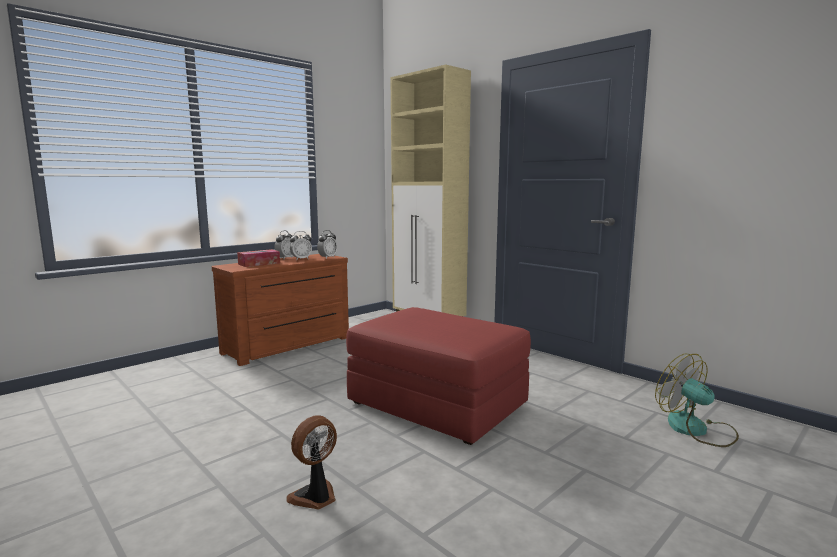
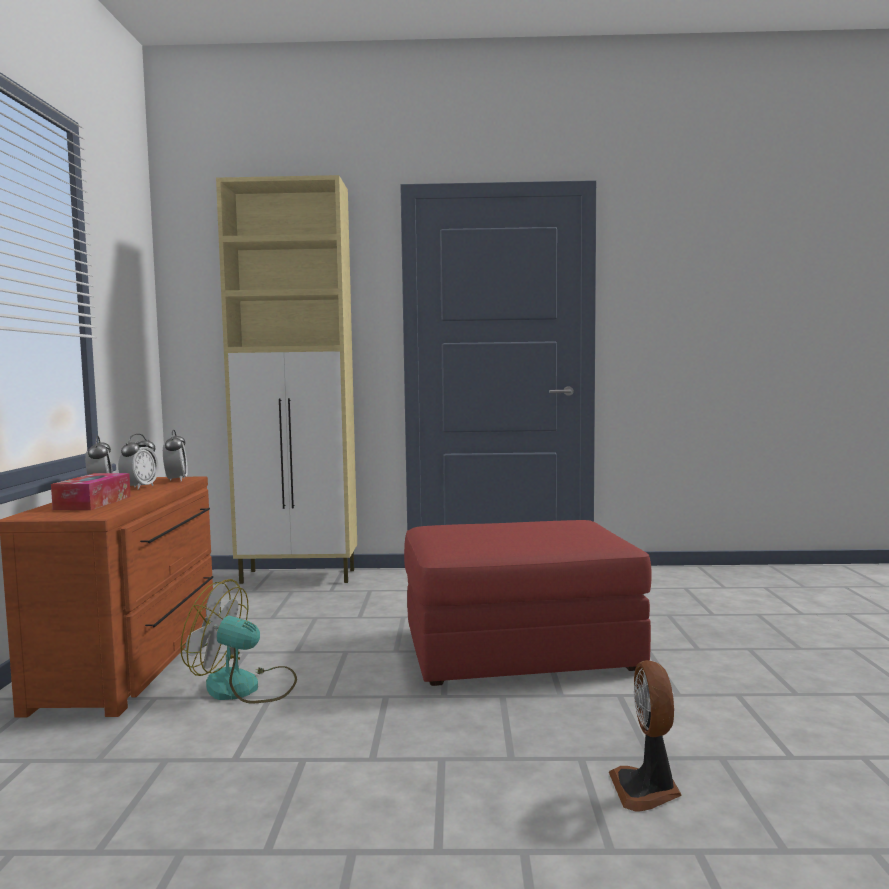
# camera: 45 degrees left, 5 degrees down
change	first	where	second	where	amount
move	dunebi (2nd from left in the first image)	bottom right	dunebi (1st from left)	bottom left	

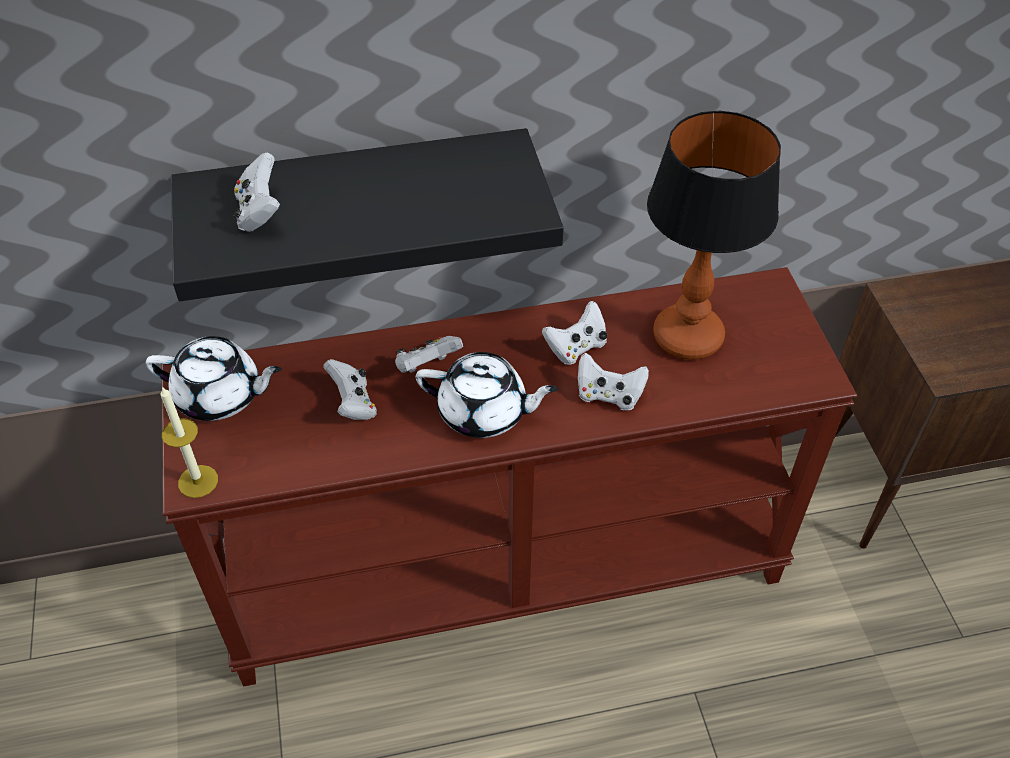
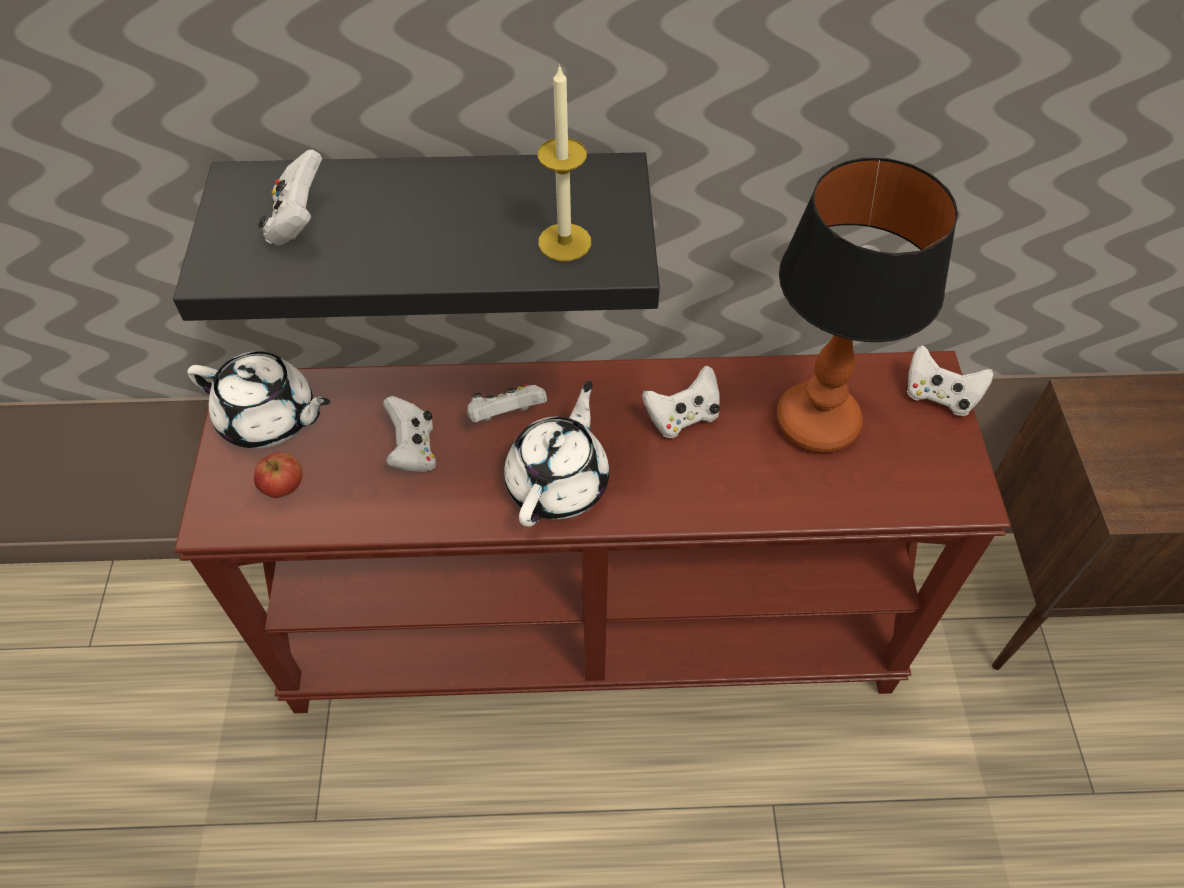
# camera: 10 degrees right, 5 degrees up
change	first	where	second	where	amount
insert			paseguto	middle left	
rotate	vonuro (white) (2nd from left)	centre		centre	90 degrees counterclockwise
move	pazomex	middle left		top centre	
move	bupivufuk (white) (5th from left)	centre		middle right	

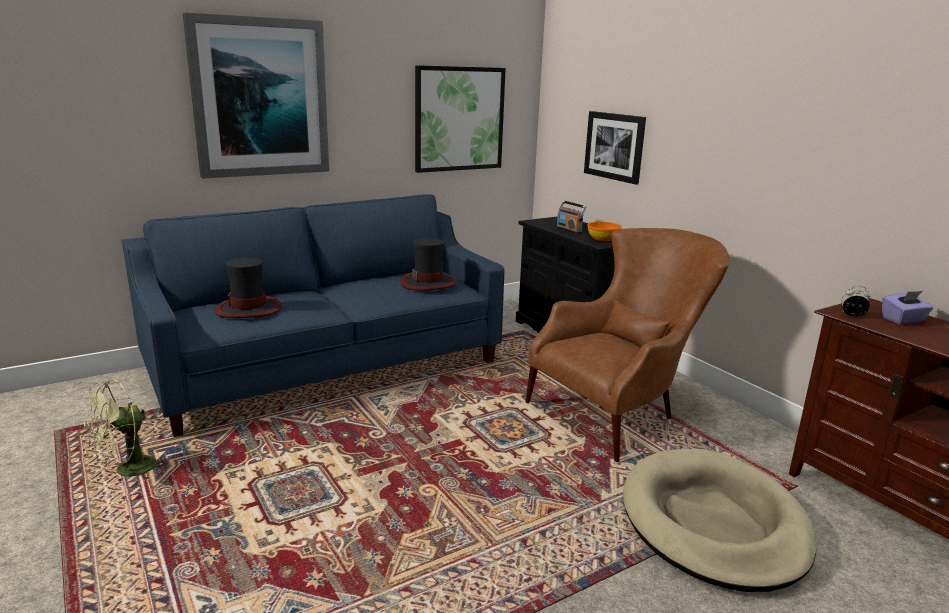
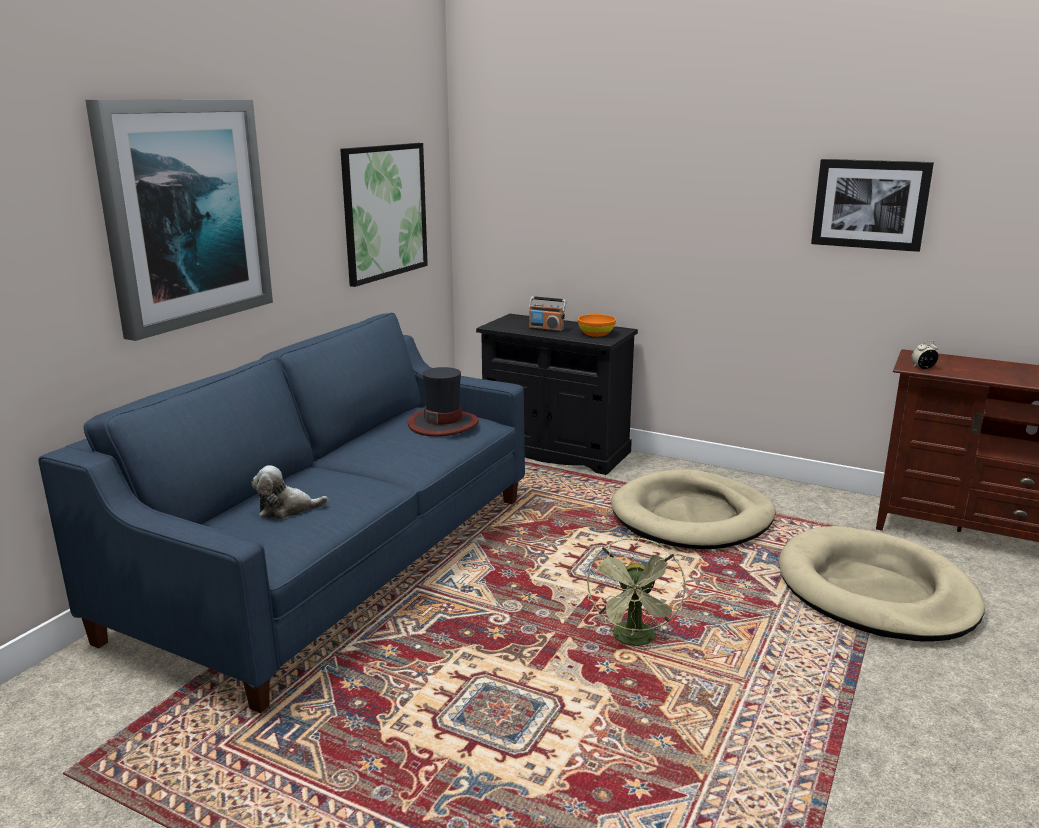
# camera: 30 degrees left, 0 degrees up
change	first	where	second	where	amount
replace	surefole (1st from left)	middle left	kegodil	middle left	
move	dunebi (green)	bottom left		bottom centre	
replace	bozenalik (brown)	centre	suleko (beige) (1st from left)	middle right	
move	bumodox (3rd from left)	top centre		top right	
delete	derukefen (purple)	middle right			

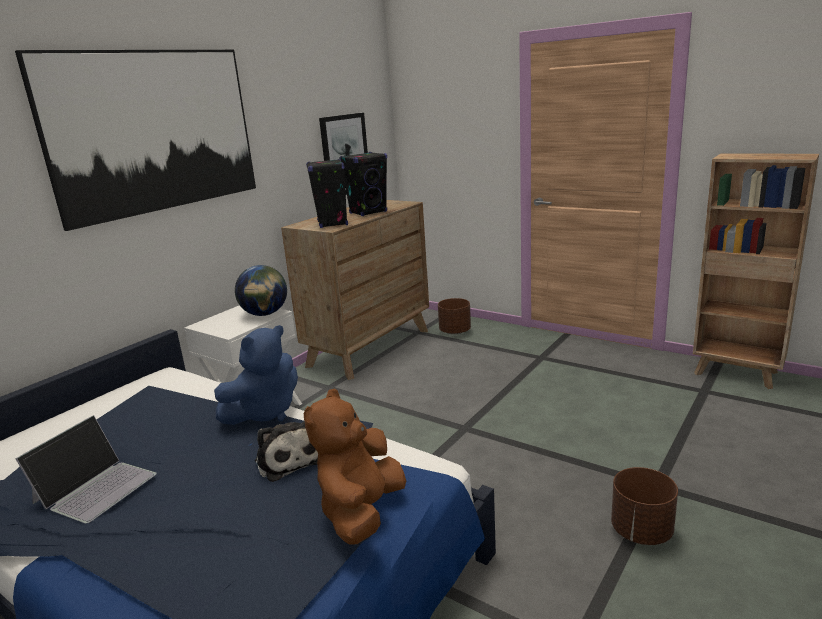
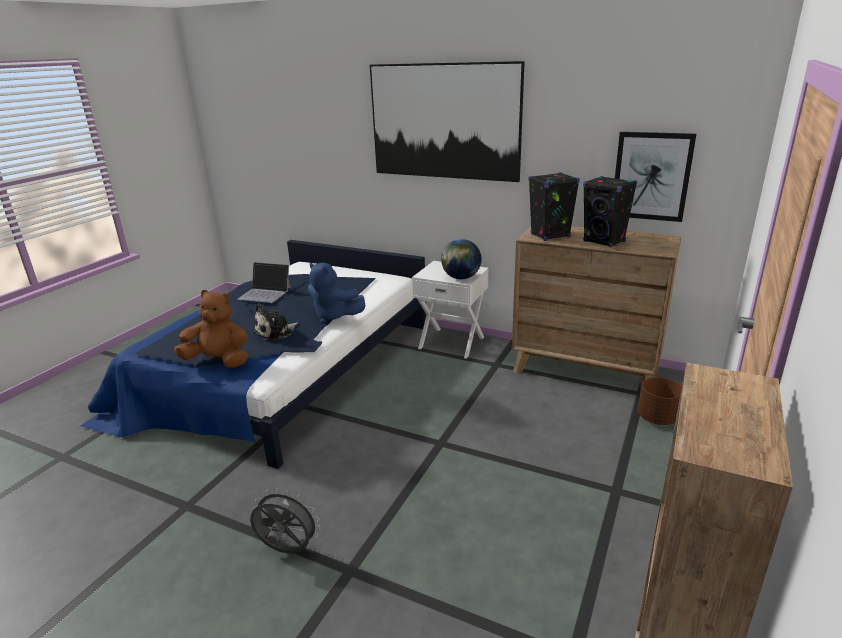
# camera: 80 degrees right, 5 degrees up
change	first	where	second	where	amount
replace	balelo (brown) (2nd from left)	bottom right	dunebi (grey)	bottom centre	

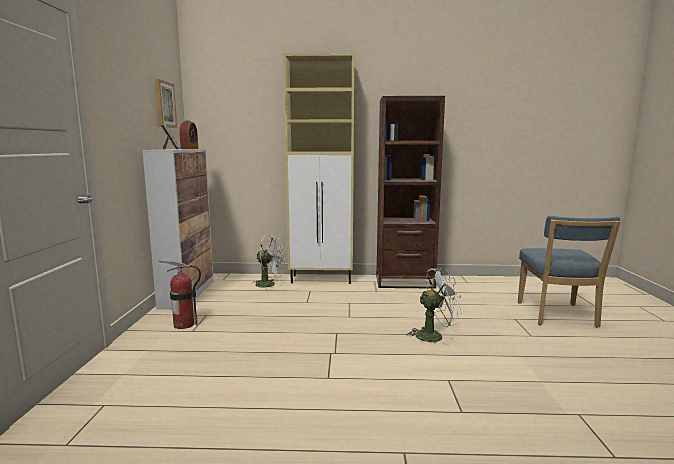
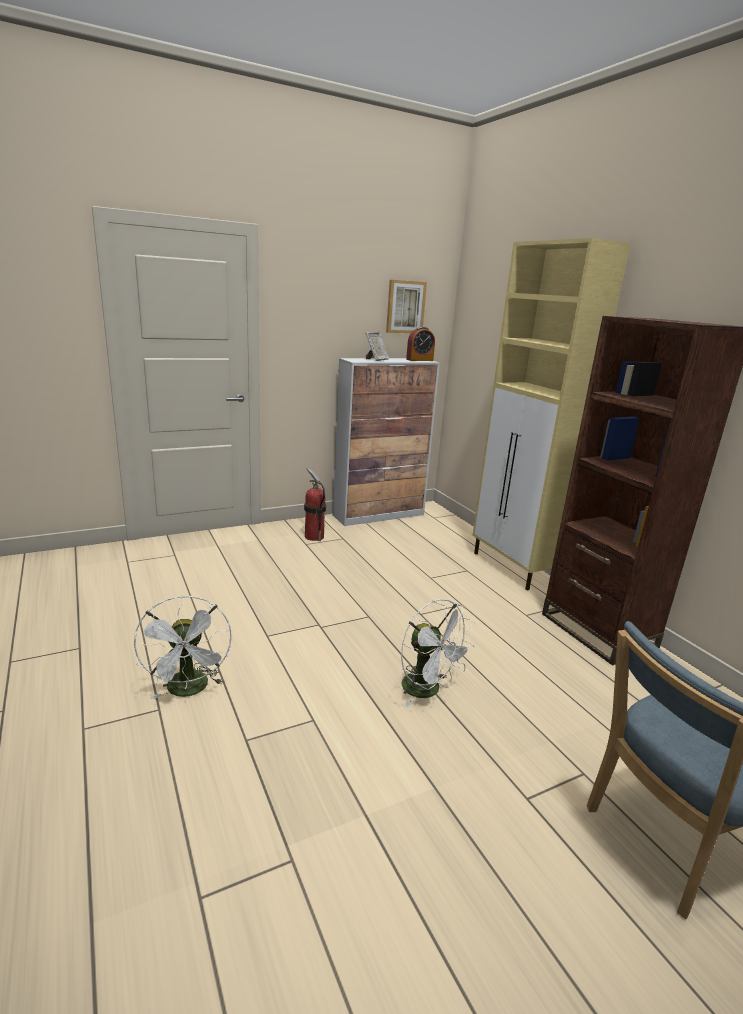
# camera: 60 degrees right, 10 degrees up
change	first	where	second	where	amount
move	dunebi (white) (1st from left)	centre		middle left	

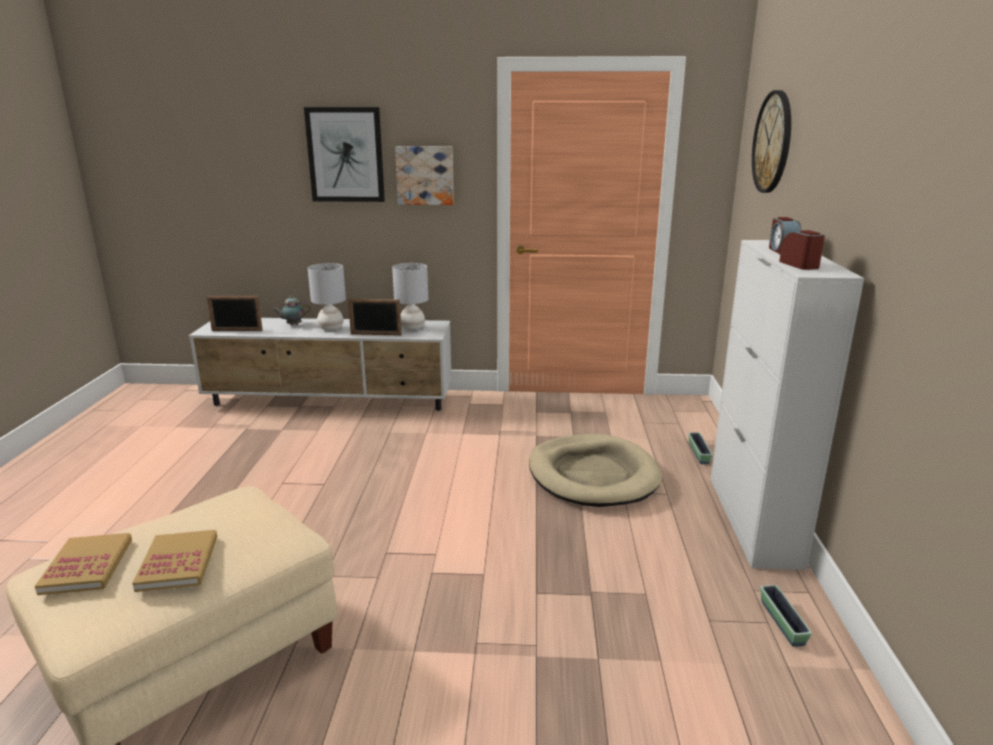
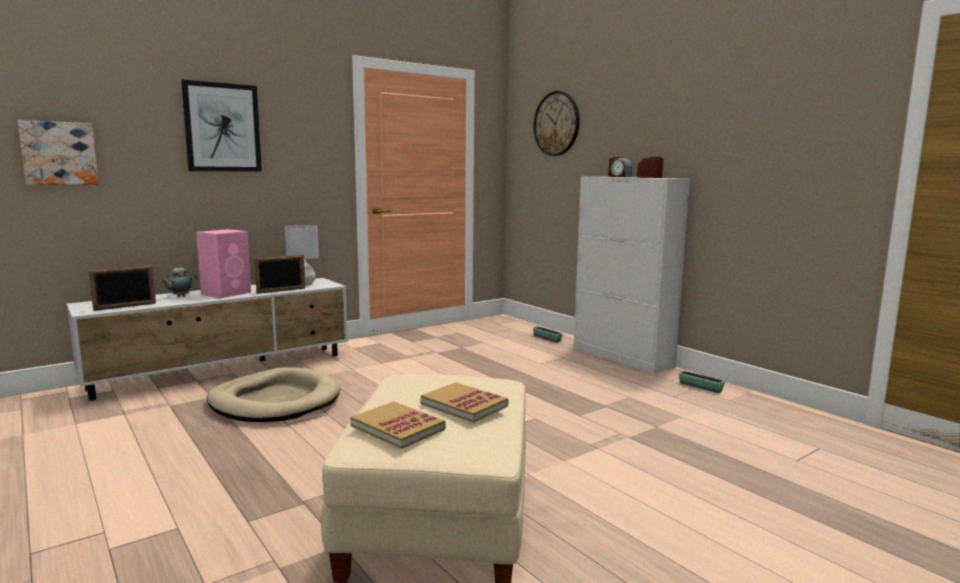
# camera: 40 degrees left, 10 degrees down
change	first	where	second	where	amount
move	bumodox (2nd from left in the first image)	top centre	bumodox (1st from left)	top left	
replace	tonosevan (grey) (1st from left)	middle left	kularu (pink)	middle left	
move	suleko (beige)	centre		bottom left	

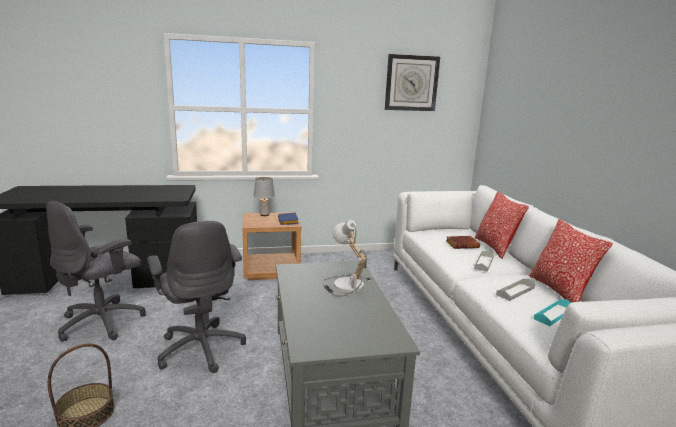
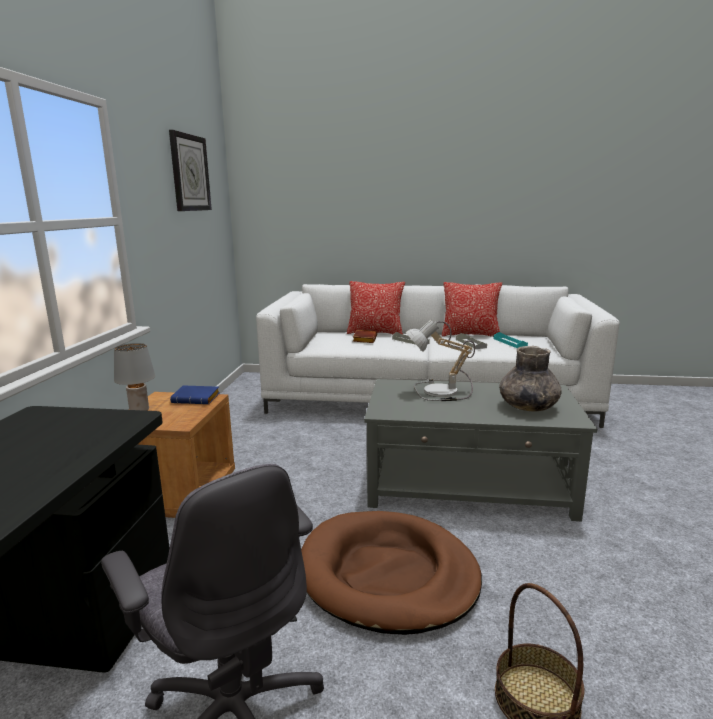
# camera: 70 degrees left, 0 degrees up
change	first	where	second	where	amount
replace	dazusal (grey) (2nd from left)	bottom left	suleko (brown)	bottom centre	
insert			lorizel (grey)	middle right	

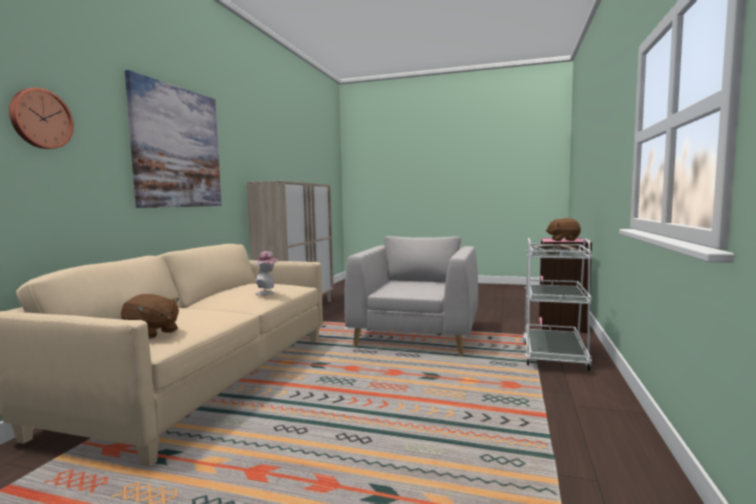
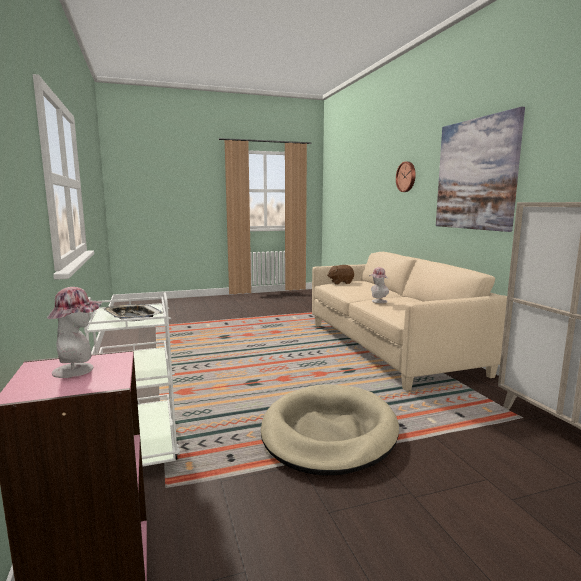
# camera: 145 degrees right, 5 degrees up
change	first	where	second	where	amount
replace	kegodil (brown) (2nd from left)	middle right	surefole (1st from left)	middle left	
replace	bozenalik (grey)	centre	suleko (beige)	bottom centre	

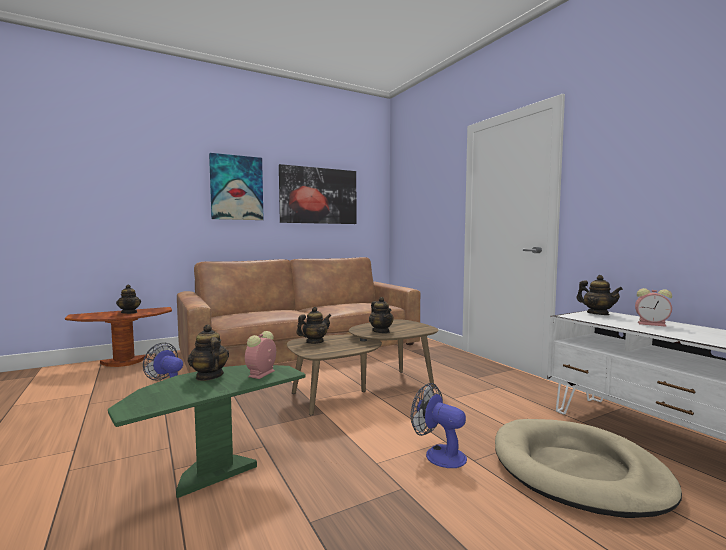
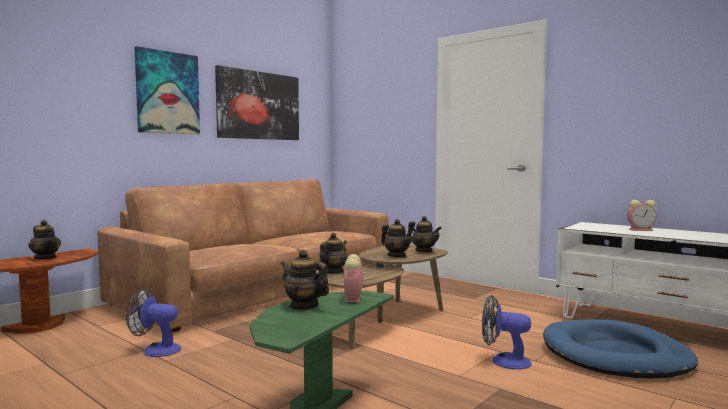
# camera: 20 degrees left, 0 degrees up
change	first	where	second	where	amount
move	vonuro (5th from left)	middle right		centre	
recolor	suleko (beige)	bottom right	suleko (blue)	bottom right	

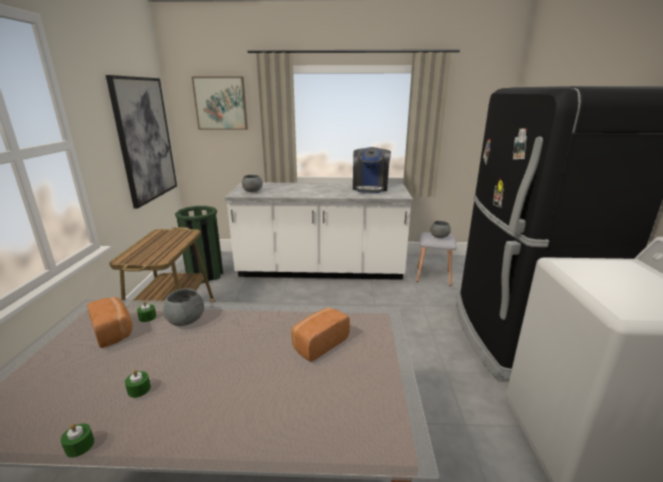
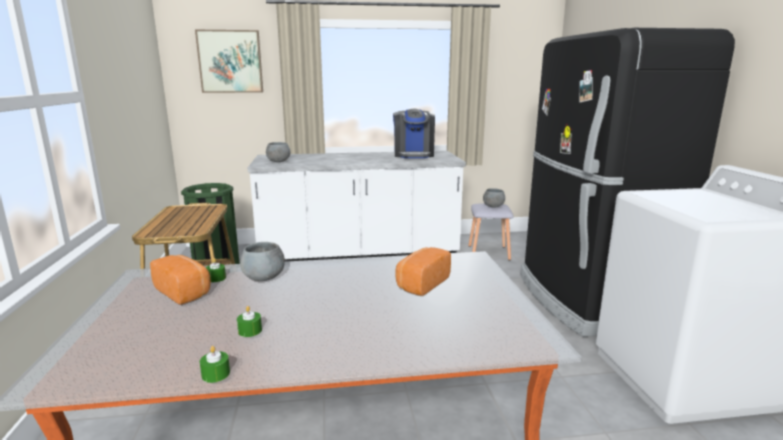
# camera: 10 degrees left, 5 degrees down
change	first	where	second	where	amount
delete	bumodox (1st from left)	top left			

